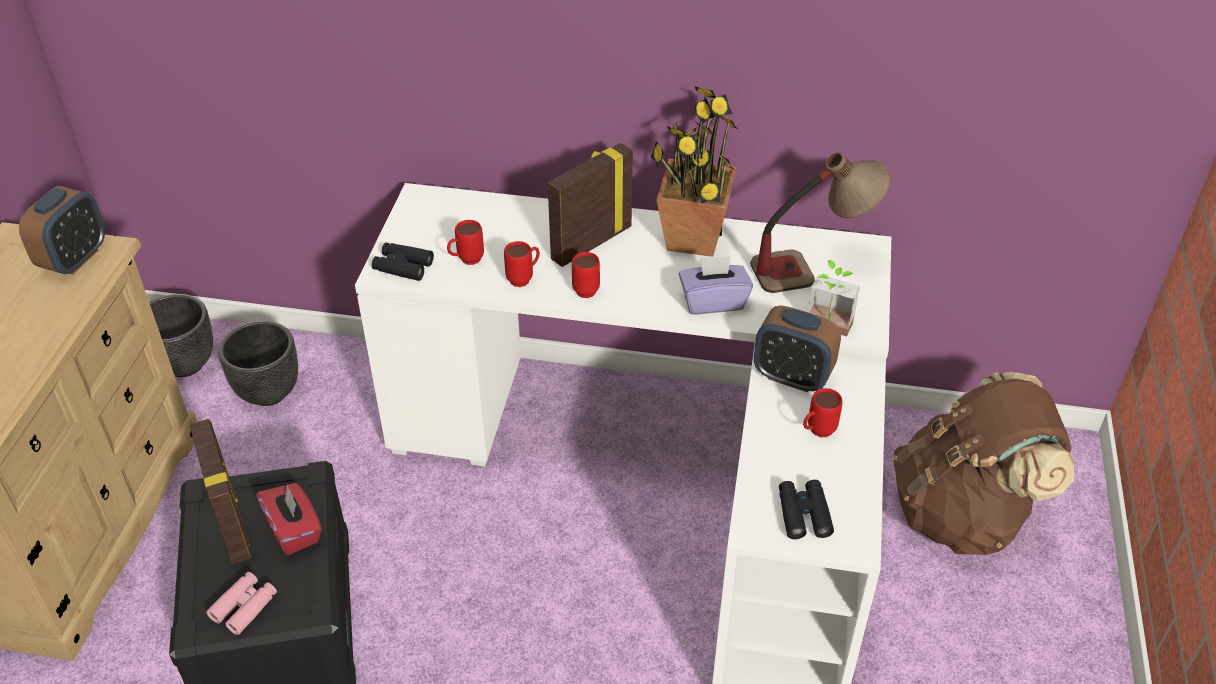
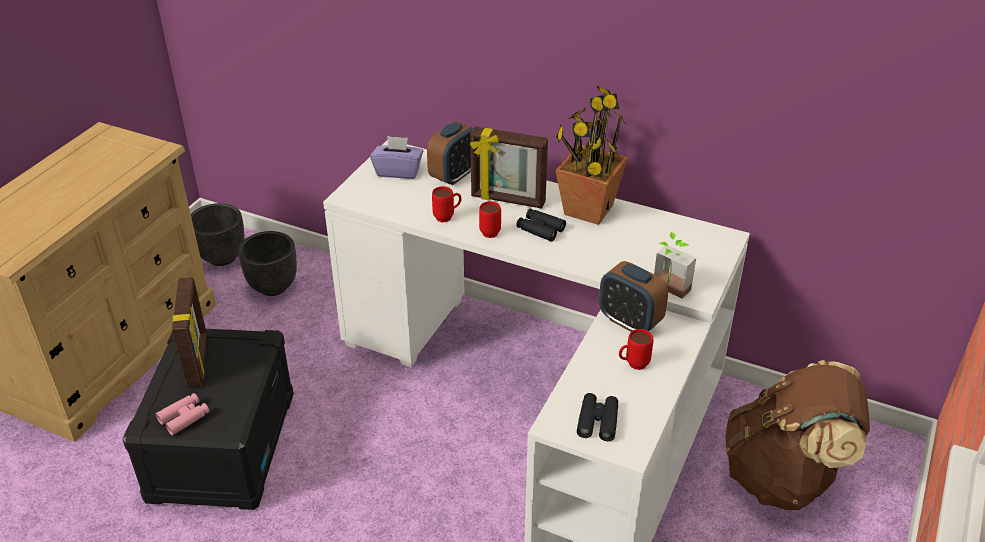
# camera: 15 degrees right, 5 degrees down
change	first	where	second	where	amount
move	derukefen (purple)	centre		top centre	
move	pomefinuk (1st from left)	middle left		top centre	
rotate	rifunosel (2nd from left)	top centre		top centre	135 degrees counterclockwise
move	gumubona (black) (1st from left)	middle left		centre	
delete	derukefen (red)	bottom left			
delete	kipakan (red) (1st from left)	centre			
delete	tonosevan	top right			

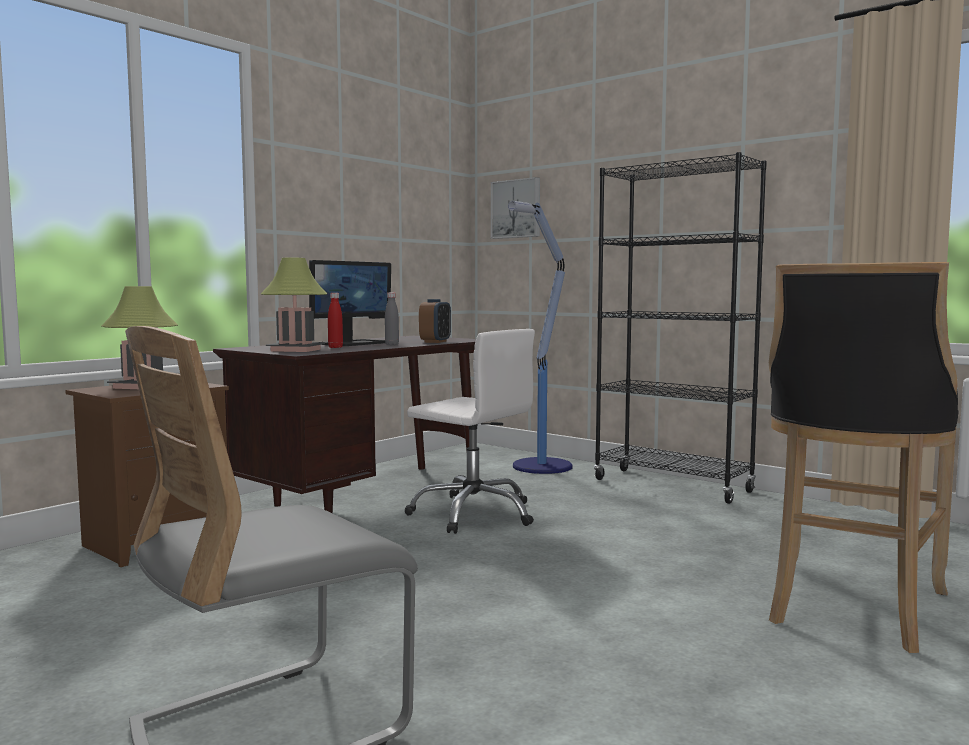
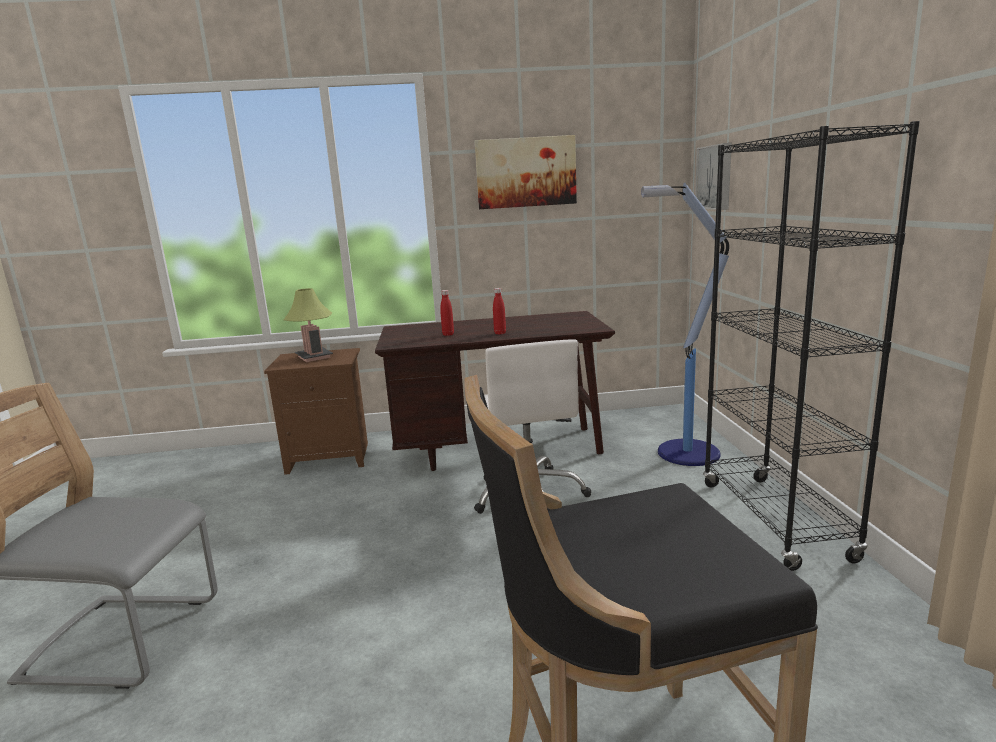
# camera: 45 degrees right, 10 degrees up
change	first	where	second	where	amount
insert			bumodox (1st from left)	top centre	
recolor	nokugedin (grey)	centre	nokugedin (red) (2nd from left)	centre	
delete	tonosevan (2nd from left)	middle left			
delete	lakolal	centre			
delete	pomefinuk	centre			

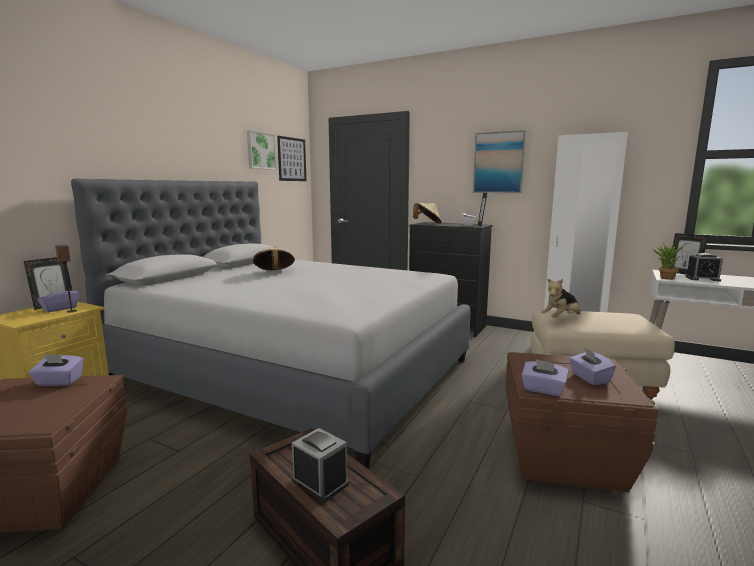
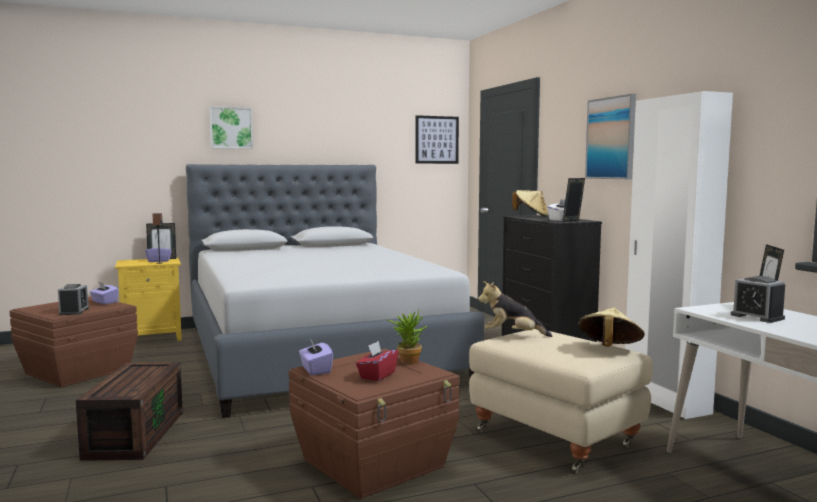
# camera: 40 degrees right, 5 degrees down
change	first	where	second	where	amount
move	pomefinuk (1st from left)	bottom centre		middle left	
move	bumodox (1st from left)	top centre		top left	
recolor	derukefen (purple) (4th from left)	middle right	derukefen (red)	bottom centre	
move	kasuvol	middle right		bottom centre	
move	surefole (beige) (1st from left in the first image)	centre	surefole (beige) (2nd from left)	middle right	

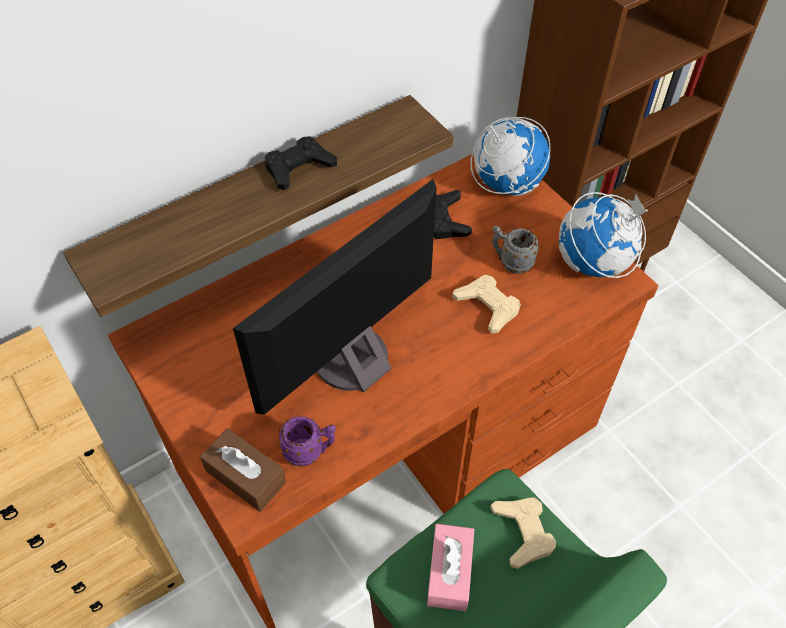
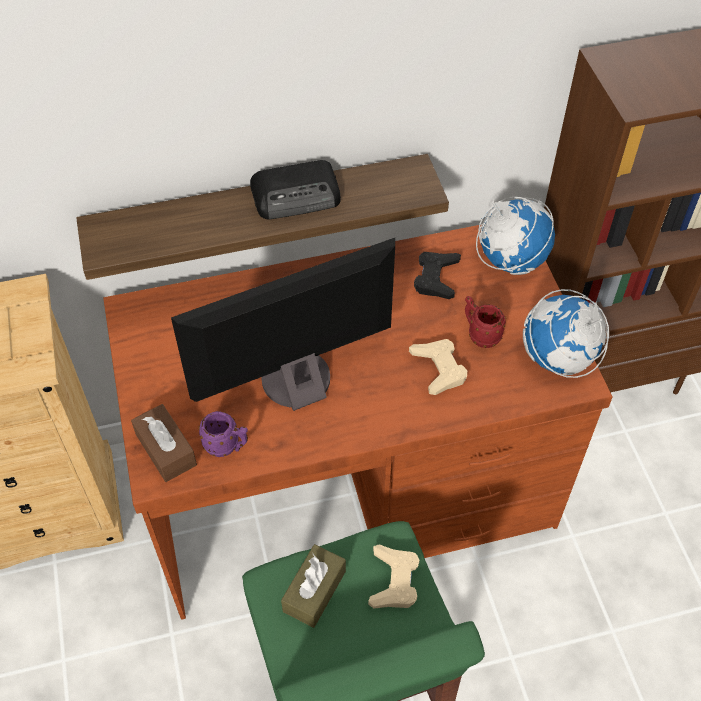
# camera: 20 degrees right, 0 degrees up
change	first	where	second	where	amount
replace	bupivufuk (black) (1st from left)	top centre	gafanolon	top centre	
recolor	derukefen (pink)	bottom centre	derukefen (brown) (2nd from left)	bottom centre	
recolor	kipakan (grey)	centre	kipakan (red)	middle right	

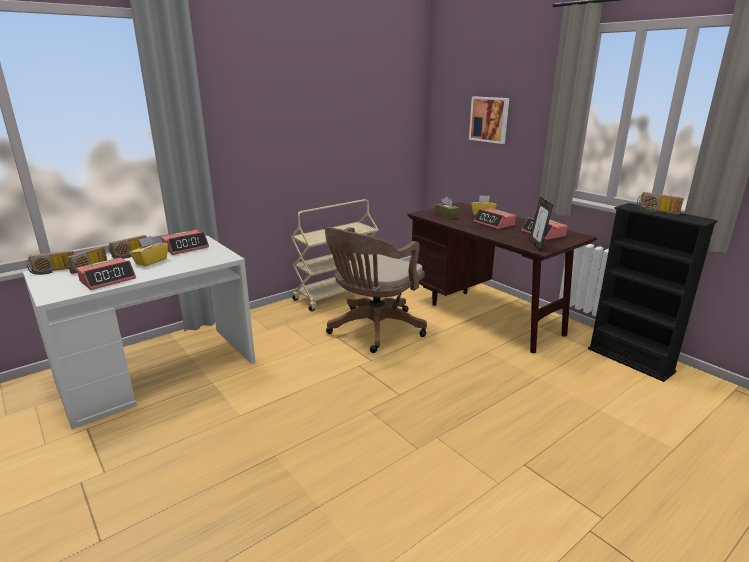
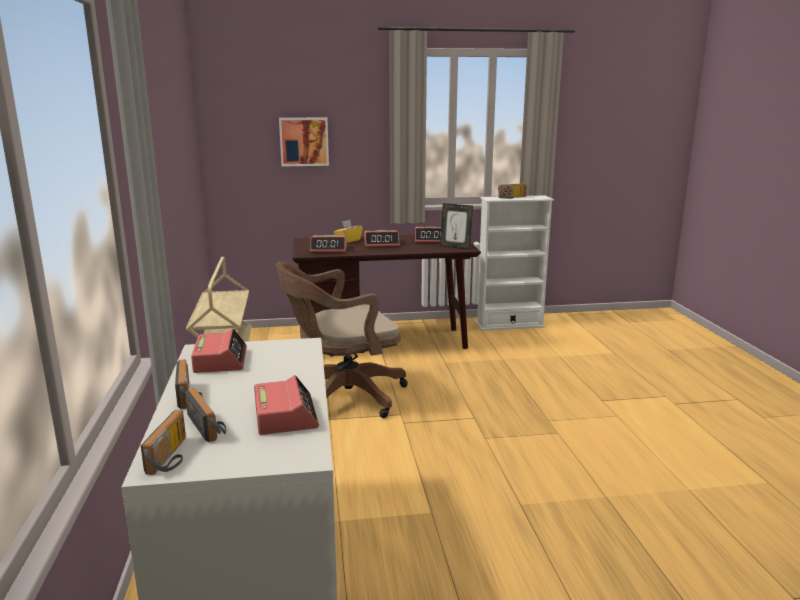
# camera: 60 degrees left, 5 degrees down
change	first	where	second	where	amount
rotate	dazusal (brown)	centre		centre	90 degrees clockwise
replace	derukefen (brown)	centre	pomefinuk (3rd from left)	centre	
recolor	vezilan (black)	middle right	vezilan (white)	centre	
delete	derukefen (yellow) (1st from left)	middle left			

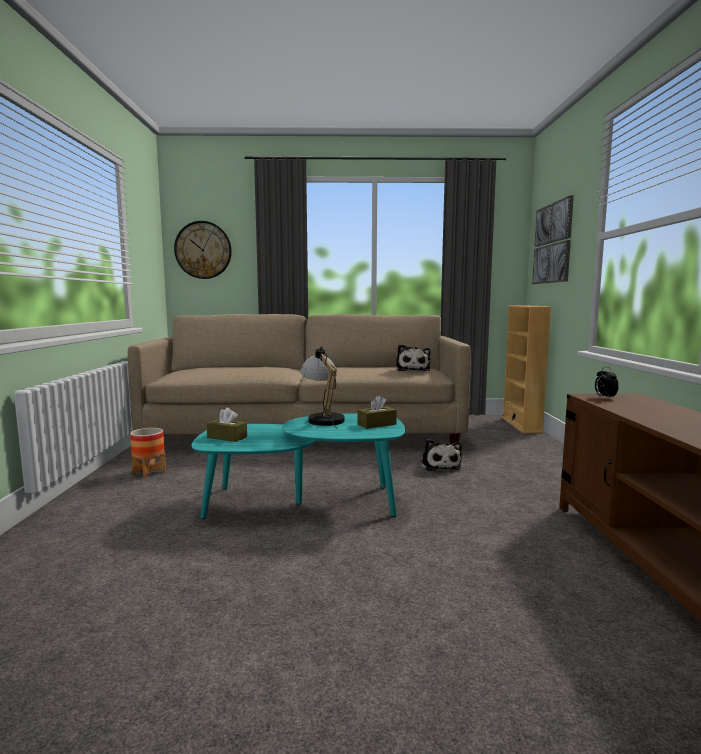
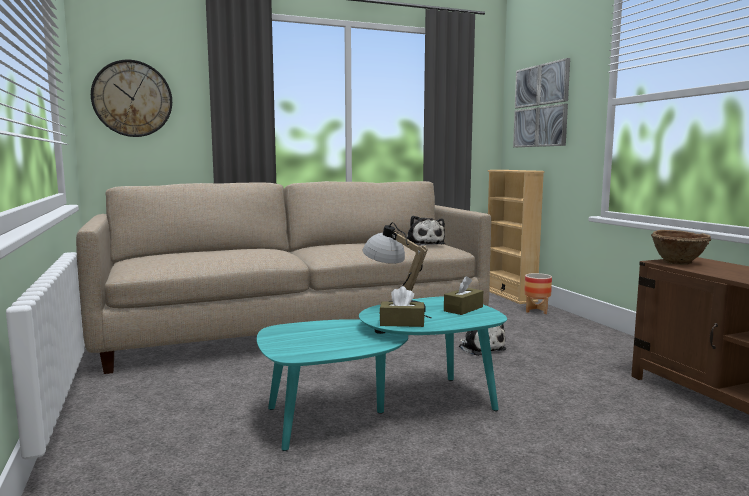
# camera: 20 degrees left, 0 degrees up
change	first	where	second	where	amount
move	derukefen (brown) (1st from left)	middle left		centre	
move	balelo	middle left		middle right	
replace	pomefinuk	middle right	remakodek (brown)	middle right	

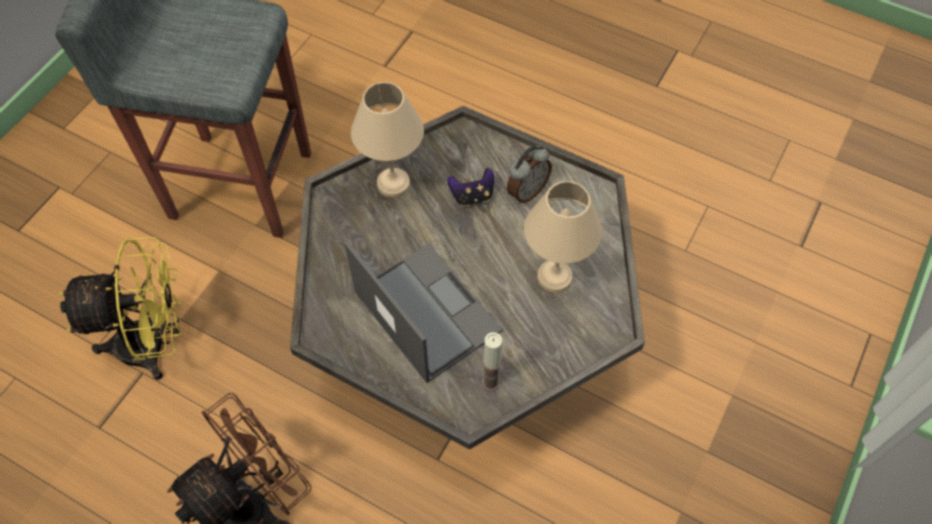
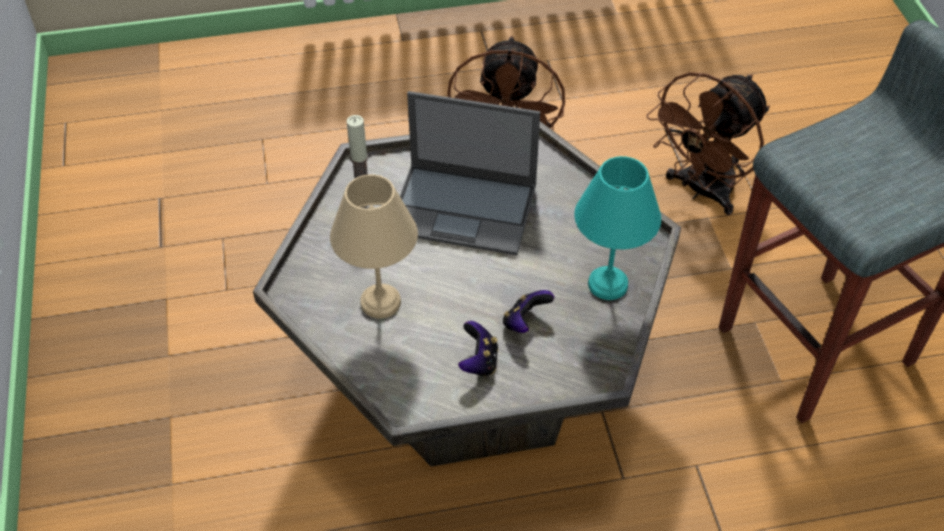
# camera: 140 degrees right, 10 degrees down
change	first	where	second	where	amount
replace	pomefinuk	top centre	bupivufuk (1st from left)	centre	
recolor	tonosevan (beige) (1st from left)	top centre	tonosevan (turquoise)	centre	
recolor	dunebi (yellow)	middle left	dunebi (brown) (2nd from left)	top right	

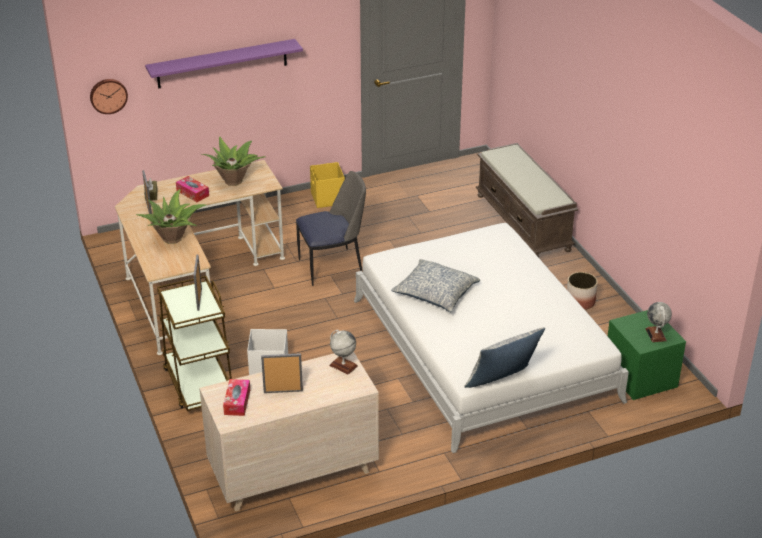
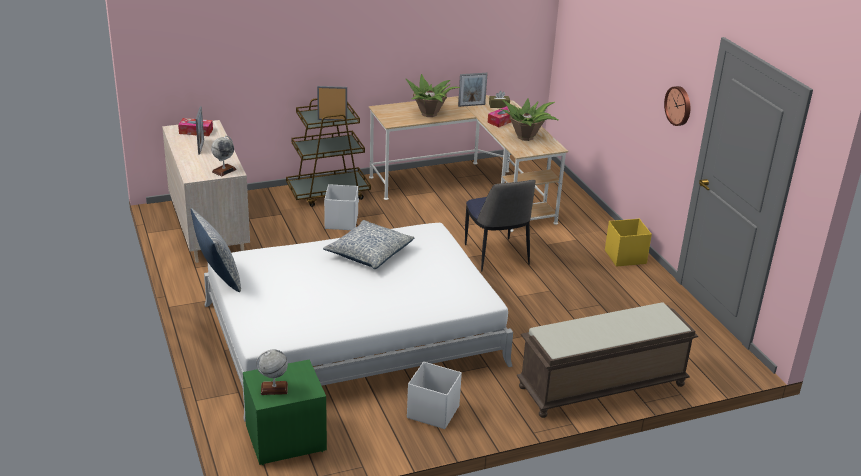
# camera: 90 degrees right, 5 degrees down
change	first	where	second	where	amount
replace	balelo	middle right	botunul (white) (2nd from left)	bottom centre	
move	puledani	top left		top right	
delete	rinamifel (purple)	top left			

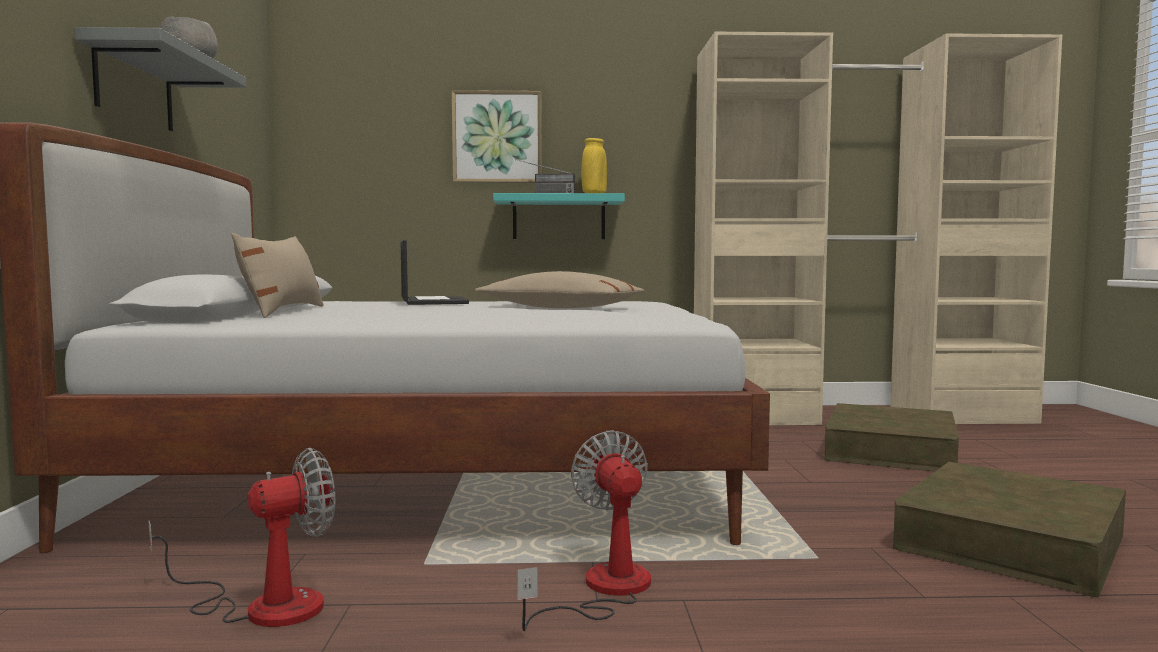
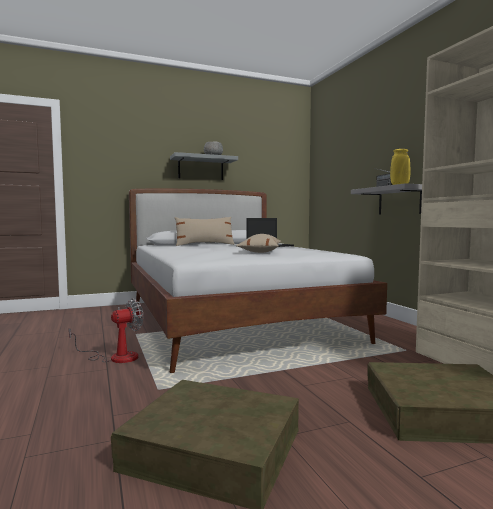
# camera: 70 degrees right, 0 degrees up
change	first	where	second	where	amount
recolor	rinamifel (turquoise)	top centre	rinamifel (grey) (2nd from left)	middle right	
delete	dunebi (1st from left)	bottom left			
delete	bumodox	top centre			

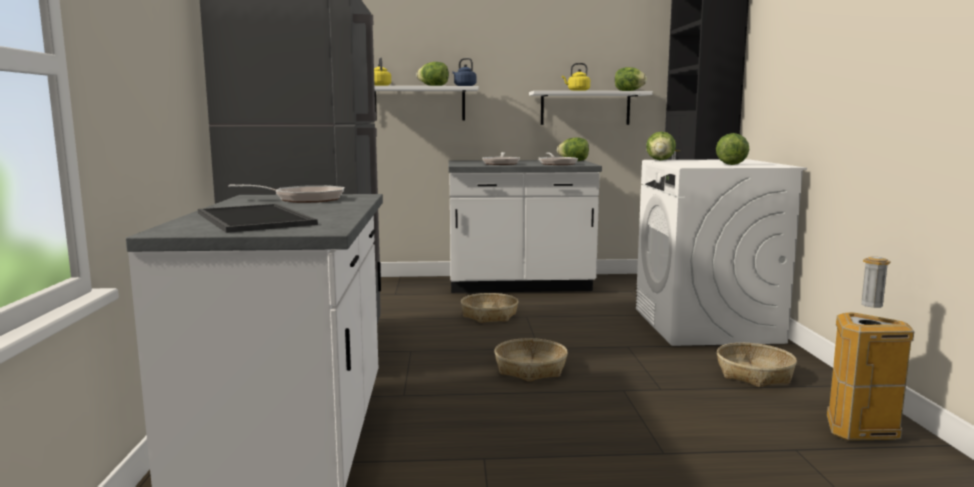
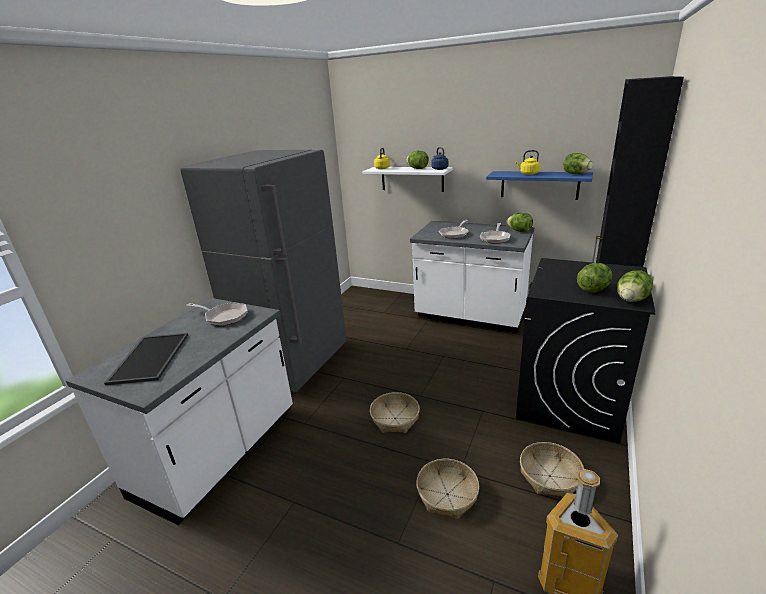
# camera: 30 degrees right, 15 degrees up
change	first	where	second	where	amount
move	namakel (1st from left in the first image)	centre	namakel (2nd from left)	bottom centre	
recolor	rinamifel (white) (2nd from left)	top centre	rinamifel (blue)	top right	
recolor	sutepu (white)	middle right	sutepu (black)	middle right	
move	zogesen (4th from left in the first image)	top right	zogesen (5th from left)	middle right	

